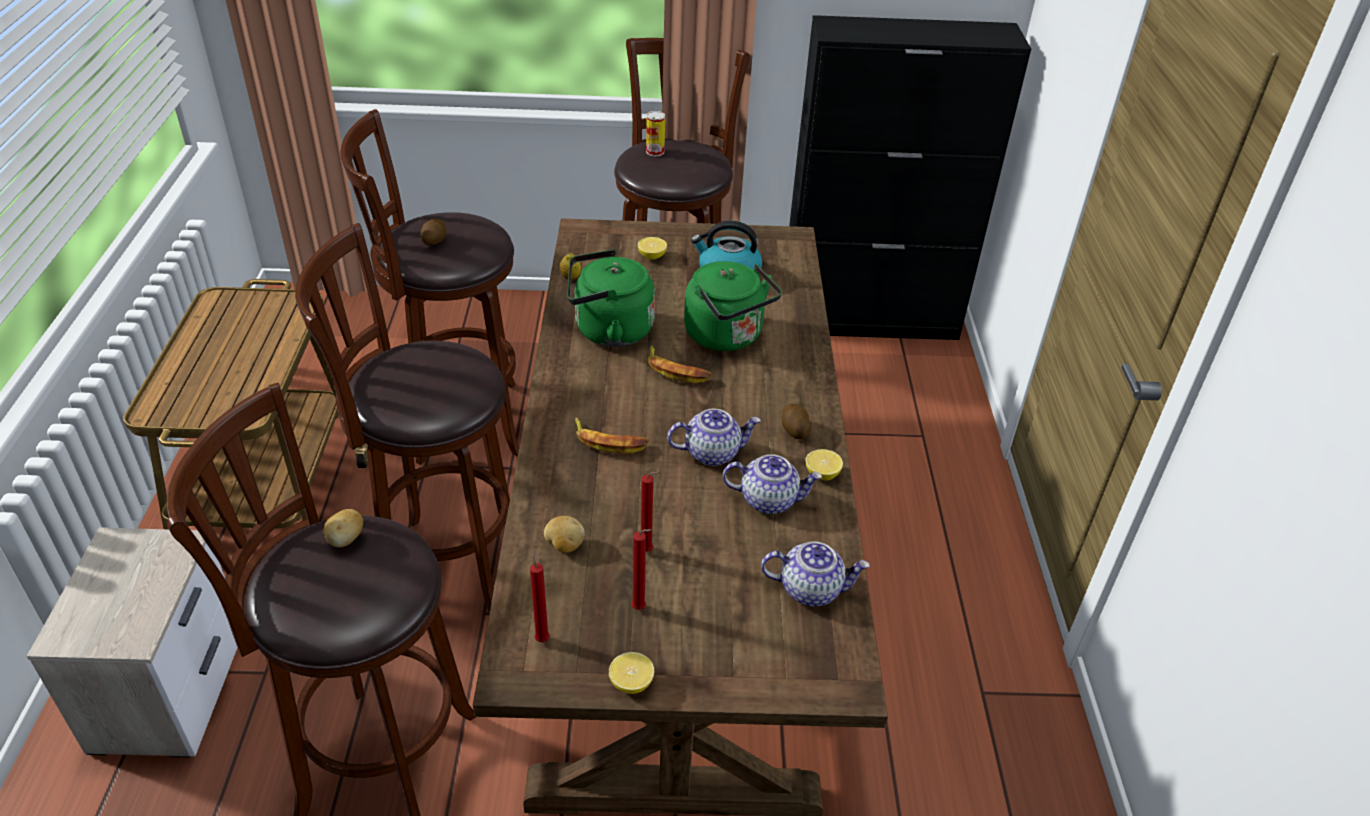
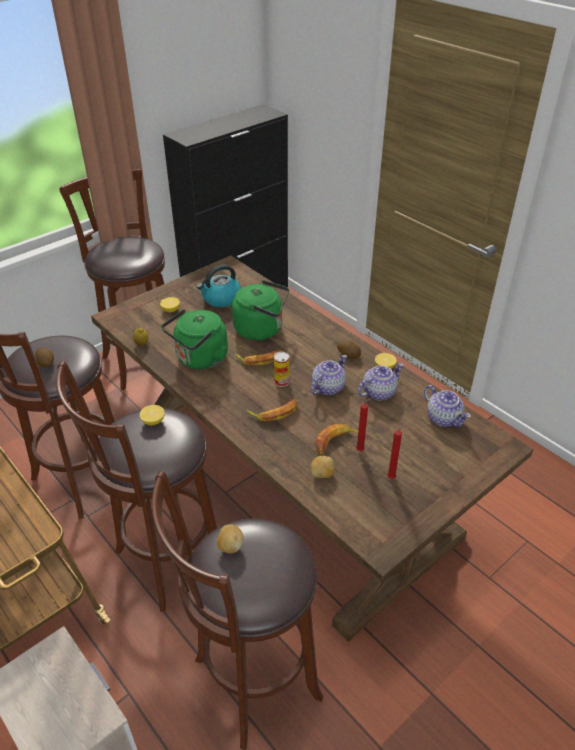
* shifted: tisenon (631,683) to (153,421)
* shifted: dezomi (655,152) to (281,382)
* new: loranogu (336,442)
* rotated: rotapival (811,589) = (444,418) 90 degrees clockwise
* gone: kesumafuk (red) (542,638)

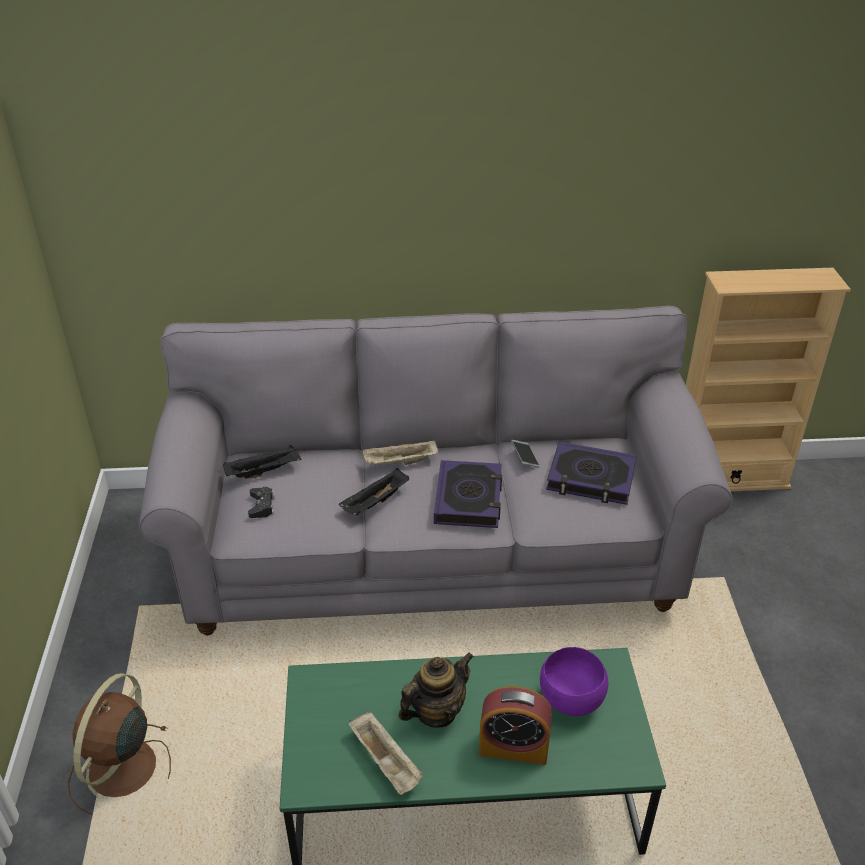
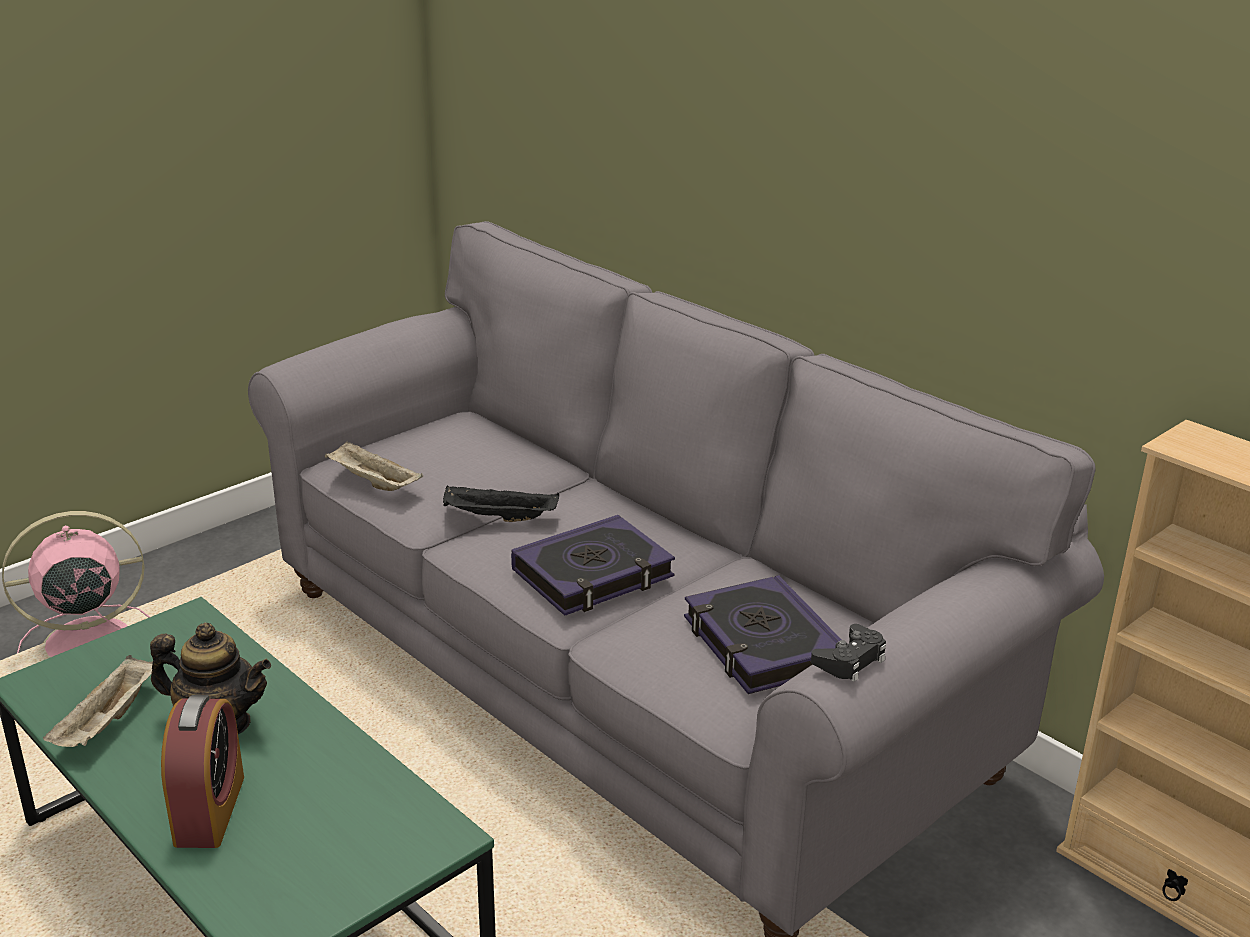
* repainted: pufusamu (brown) (121,771) to pufusamu (pink) (83,642)
* rotated: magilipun (513,747) = (209,810) 150 degrees counterclockwise
* shifted: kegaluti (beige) (400,463) to (372,482)
* shifted: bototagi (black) (261,506) to (850,660)
* gone: kegaluti (black) (264,471)
* gone: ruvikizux (525,457)
* gone: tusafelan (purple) (570,701)

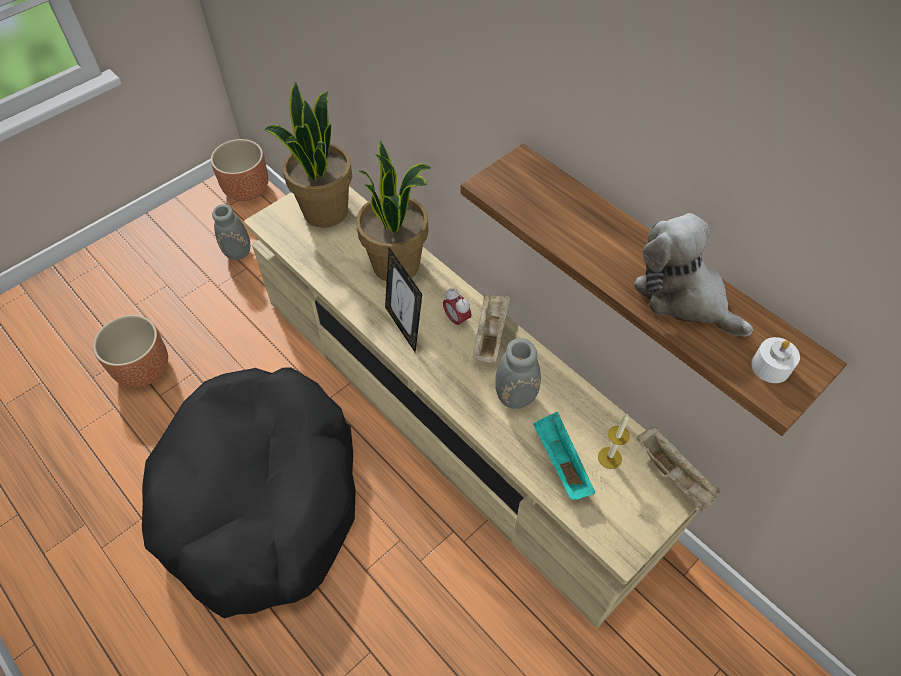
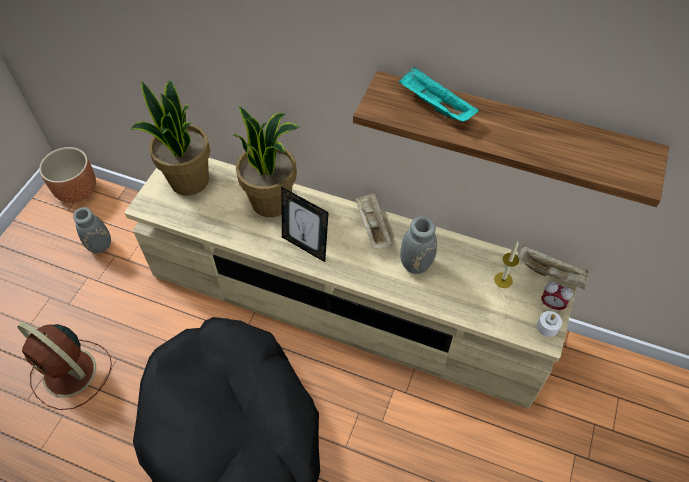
* swapped: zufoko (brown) (144,369) to pufusamu (brown) (71,373)
* shifted: kegaluti (turquoise) (560,462) to (434,106)
* shifted: kesumafuk (white) (770,367) to (547,327)
* shifted: magilipun (456,319) to (551,305)
* gone: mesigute (683,297)

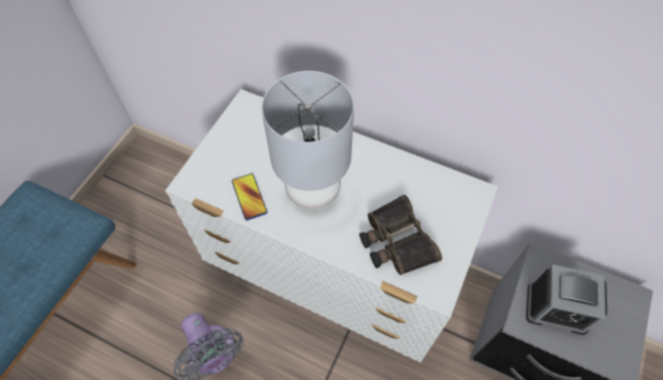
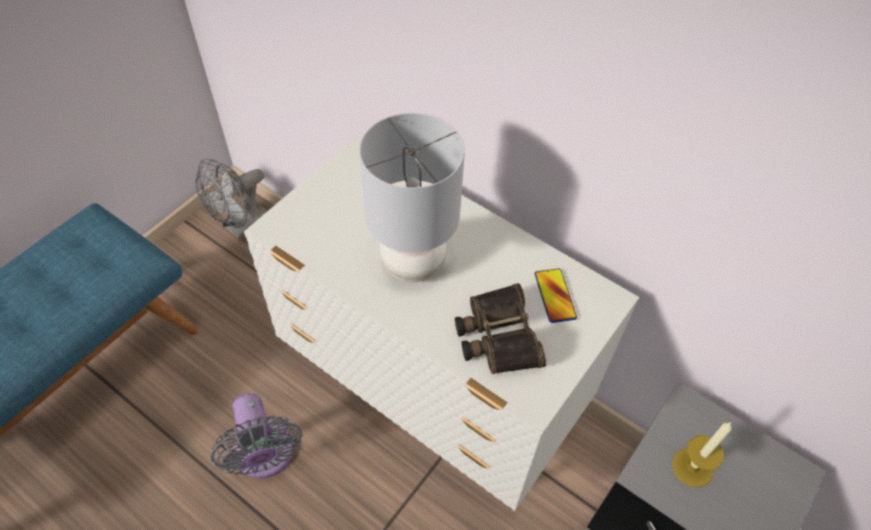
* new: pufusamu (grey) (241,226)
* shifted: ruvikizux (249,197) to (555,296)
* swapped: magilipun (556,308) to kesumafuk (692,467)

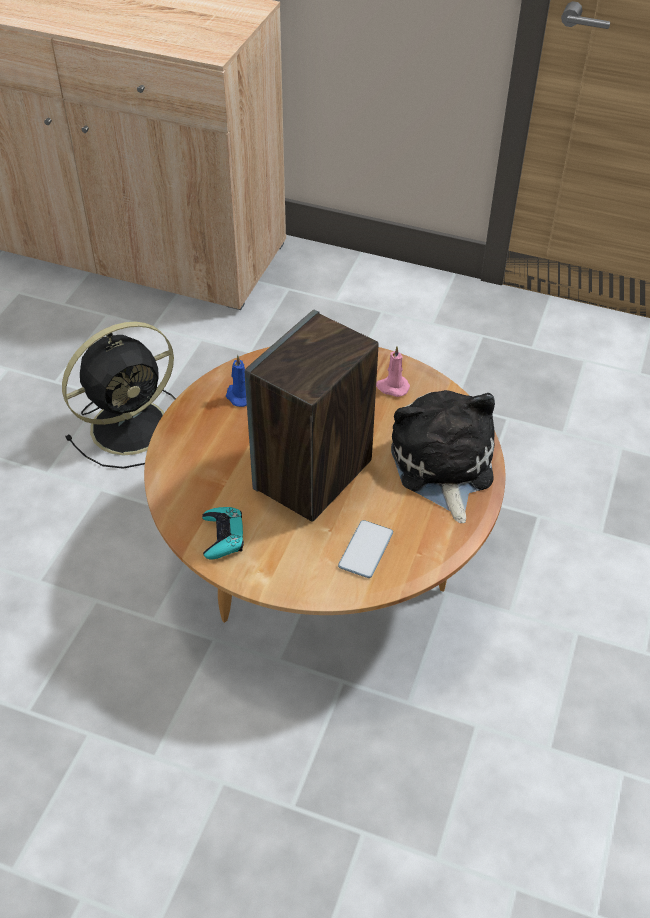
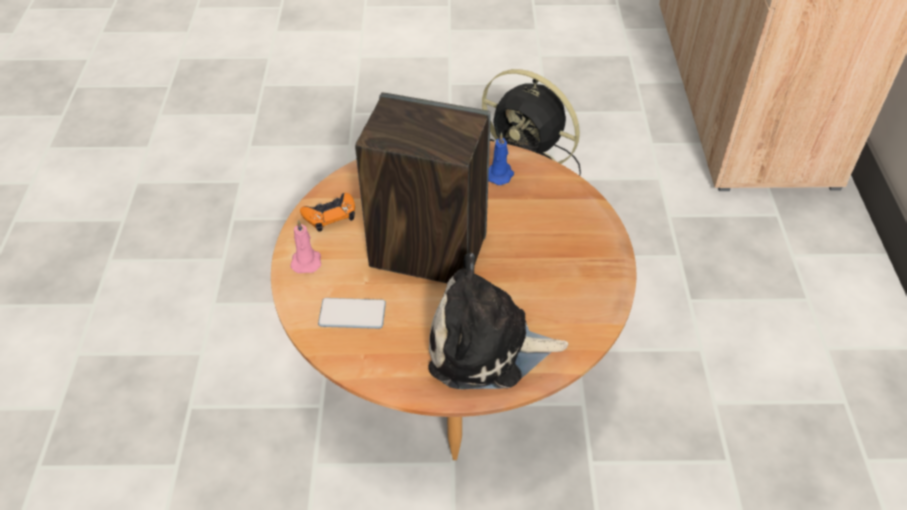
* shifted: kesumafuk (pink) (392,387) to (306,261)
* repainted: bototagi (turquoise) (223,536) to bototagi (orange) (330,215)
* rotated: mesigute (442,467) = (487,347) 150 degrees counterclockwise

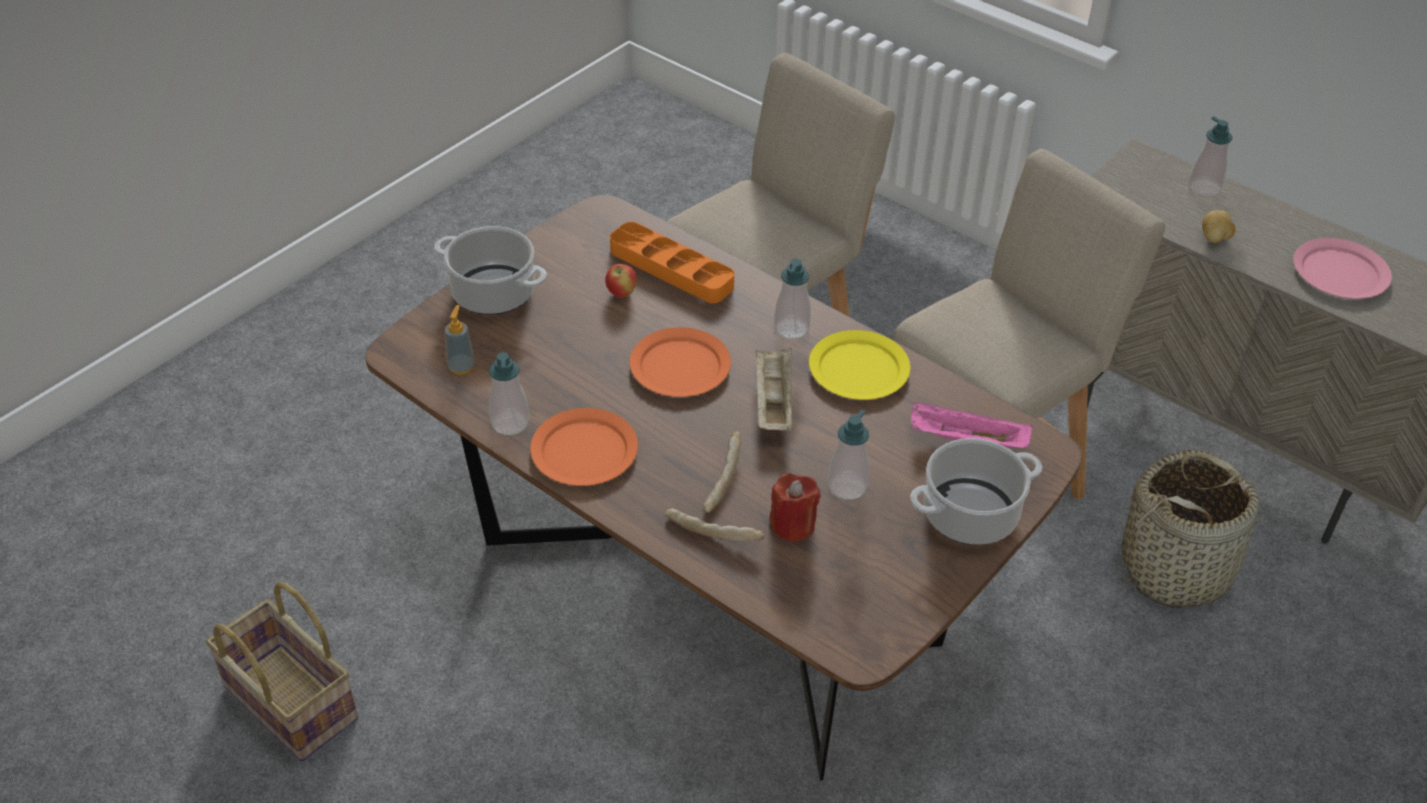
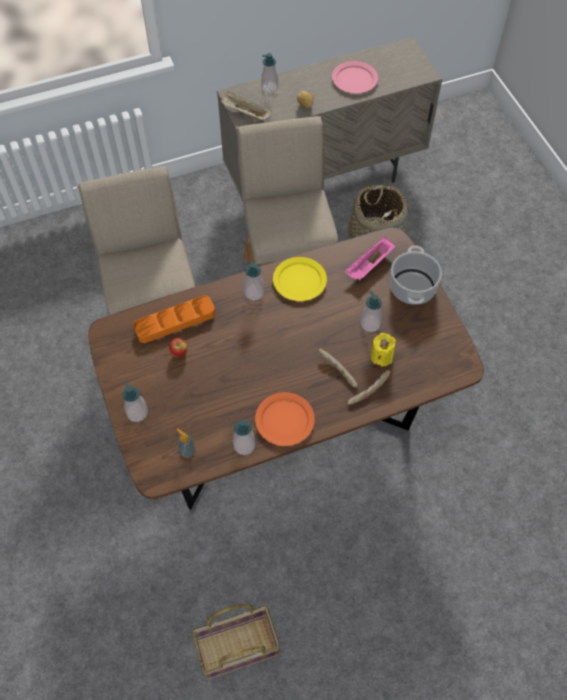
* swapped: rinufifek (492,293) to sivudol (137,413)
* shifted: kegaluti (beige) (773,402) to (245,113)
* repainted: kesumafuk (red) (792,525) to kesumafuk (yellow) (381,357)
* gone: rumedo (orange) (680,366)

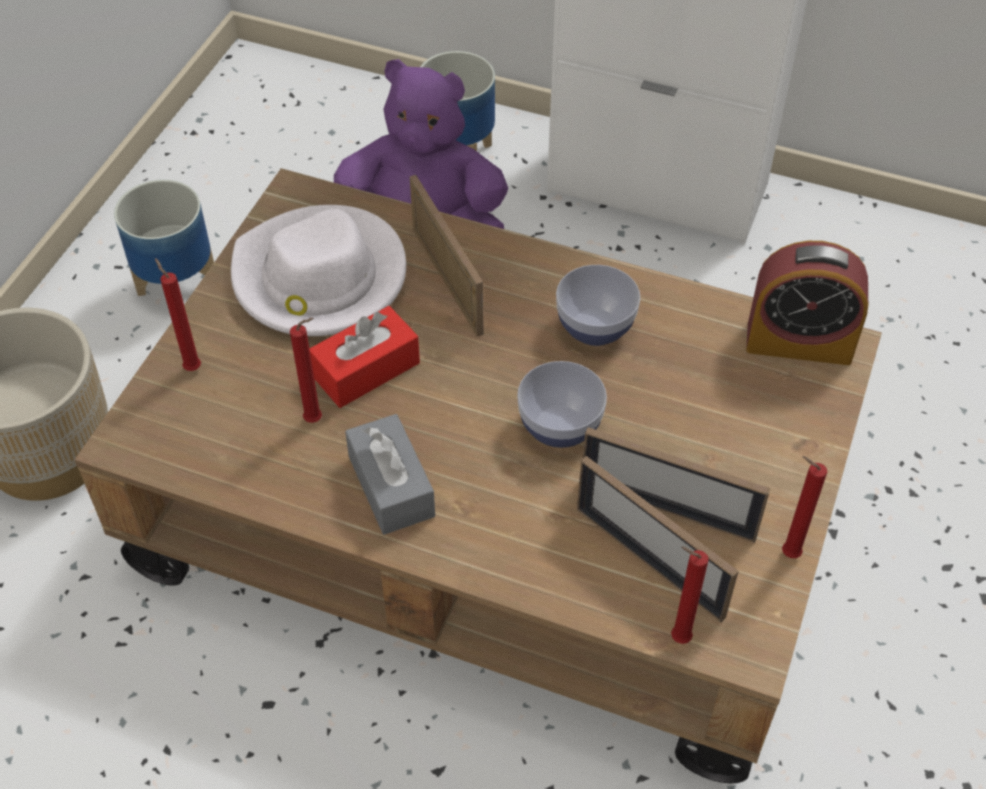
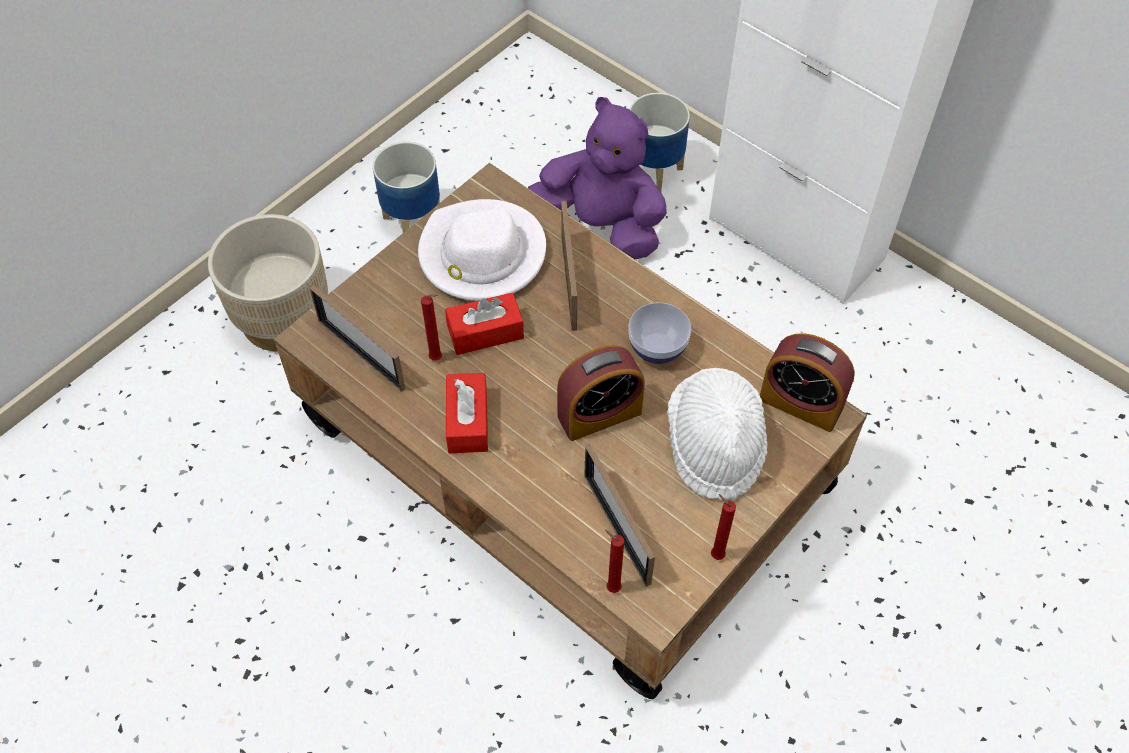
* shifted: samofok (667,509) to (361,354)
* repainted: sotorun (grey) (391,486) to sotorun (red) (467,421)
* swapped: tusafelan (560,427) to magilipun (599,414)
* new: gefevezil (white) (715,446)
* gone: kesumafuk (red) (191,367)

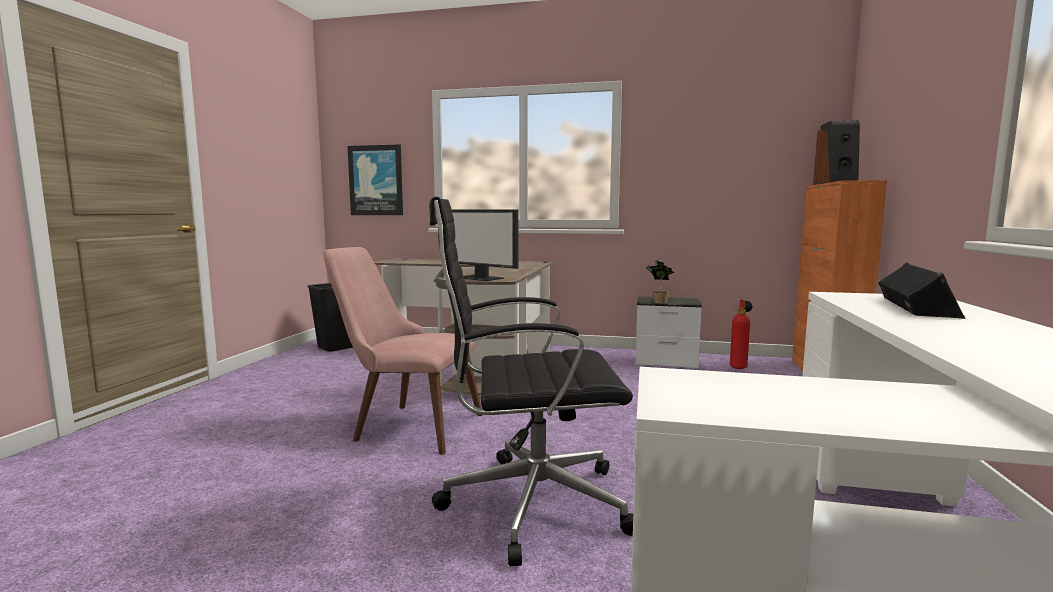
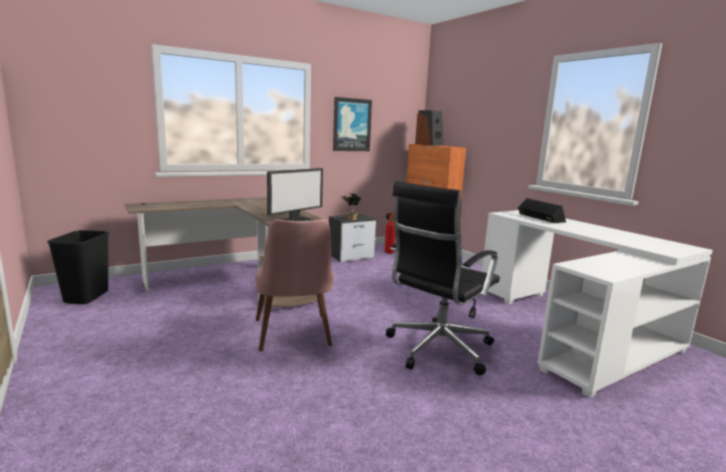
* rotated: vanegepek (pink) (405,425) = (294,337) 75 degrees counterclockwise
* rotated: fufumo (480,278) = (296,220) 45 degrees counterclockwise
* shifted: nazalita (376,180) to (351,125)

